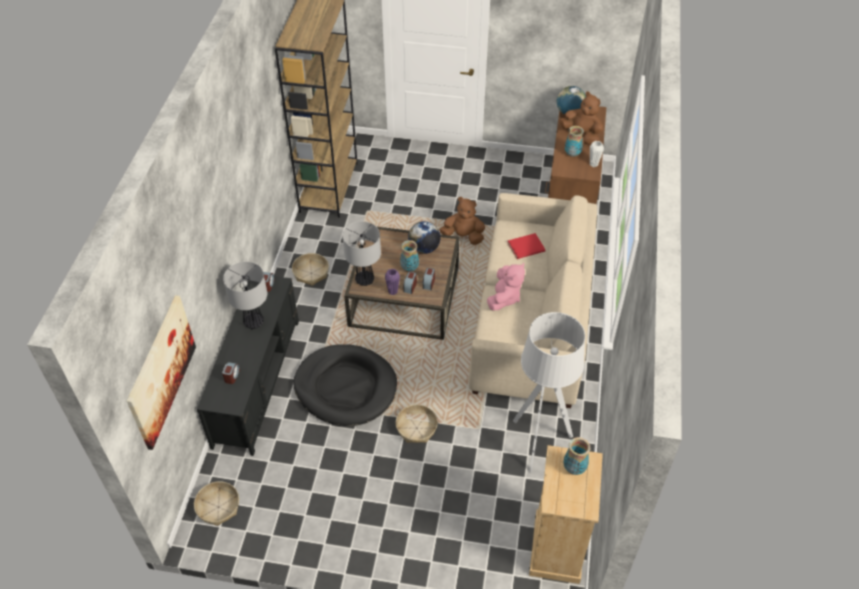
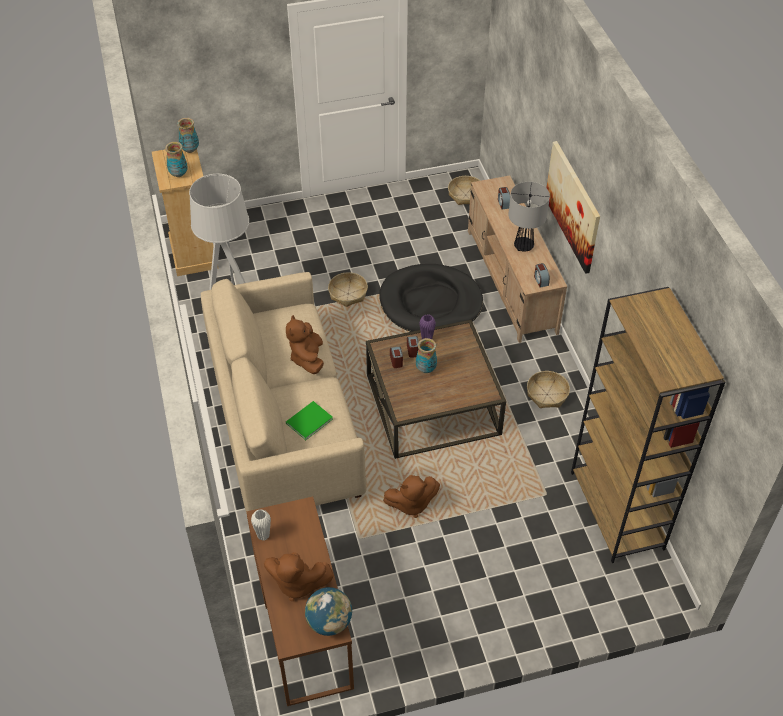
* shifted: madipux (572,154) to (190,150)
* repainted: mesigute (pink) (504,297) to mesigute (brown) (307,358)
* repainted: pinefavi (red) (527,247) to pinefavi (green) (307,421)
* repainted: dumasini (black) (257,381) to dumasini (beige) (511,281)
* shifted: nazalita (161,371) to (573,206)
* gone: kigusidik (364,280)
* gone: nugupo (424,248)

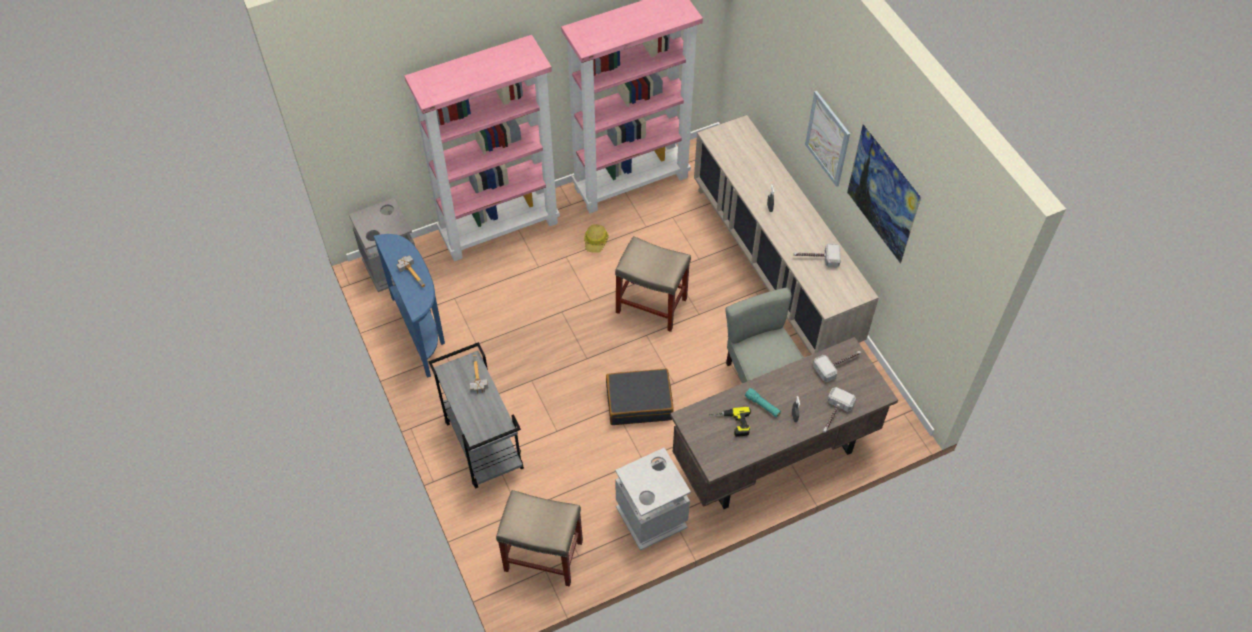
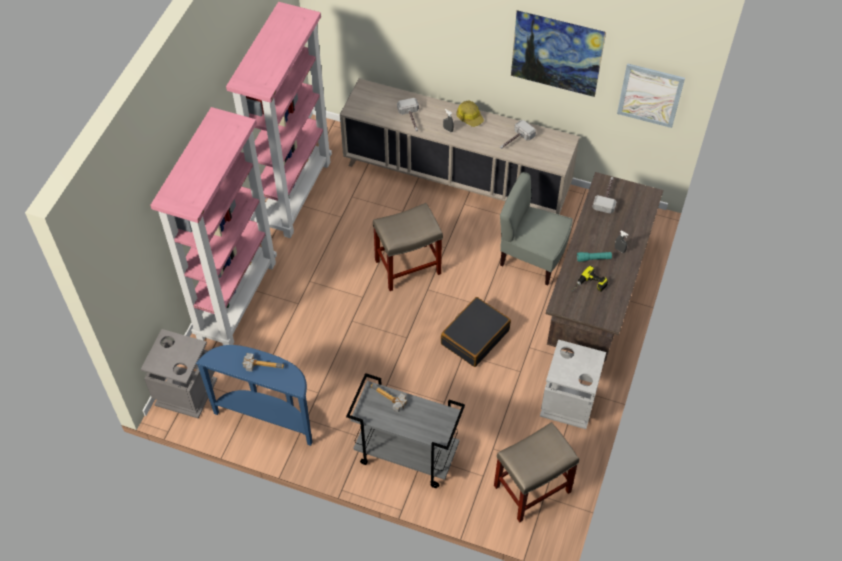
* shifted: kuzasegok (833,415) to (411,119)
* shifted: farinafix (596,241) to (469,117)
* shifted: nazalita (827,138) to (650,95)

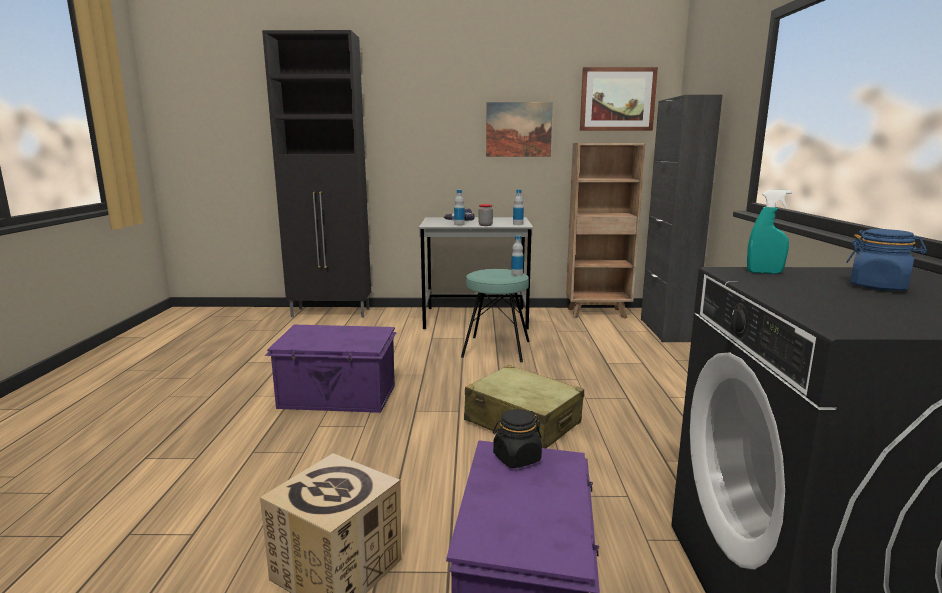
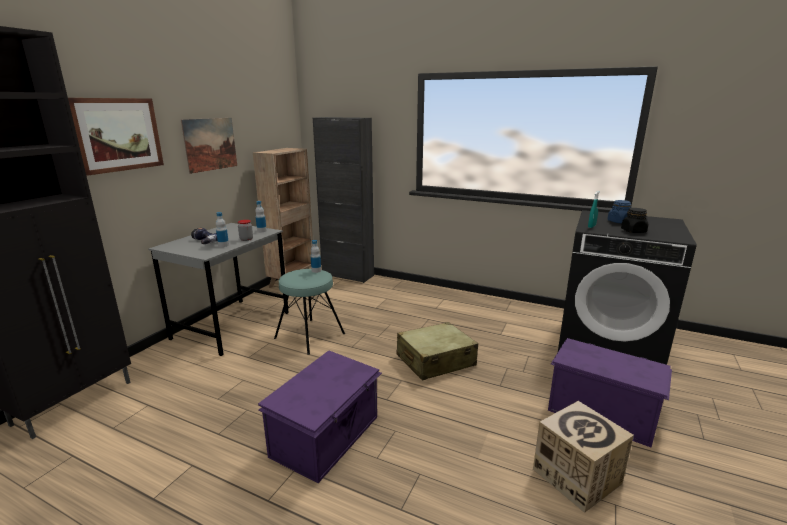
* shifted: nazalita (617,99) to (117,134)
* shifted: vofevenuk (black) (516,458) to (633,231)

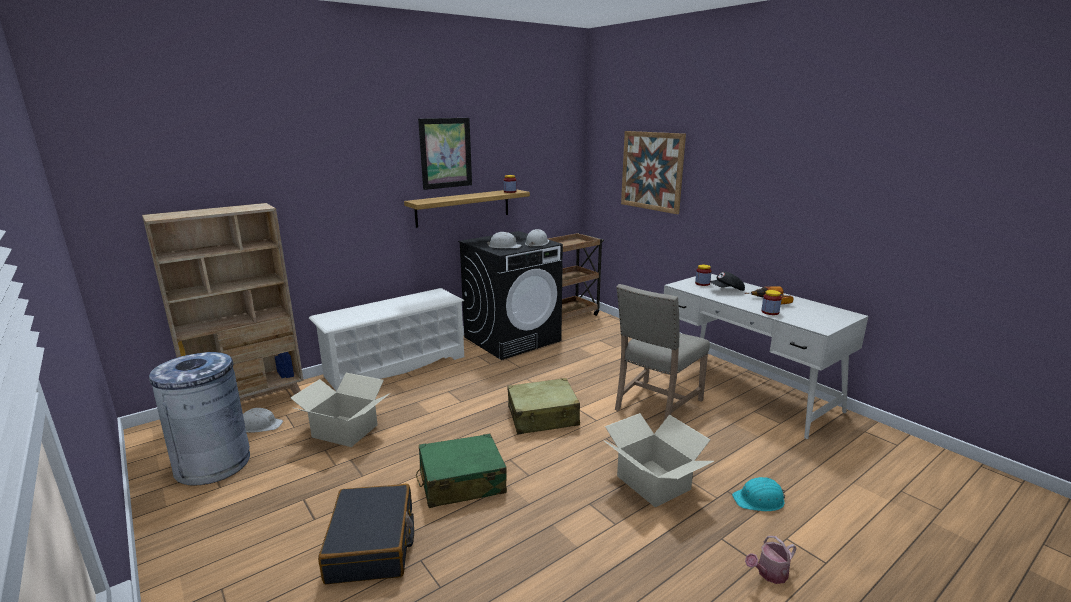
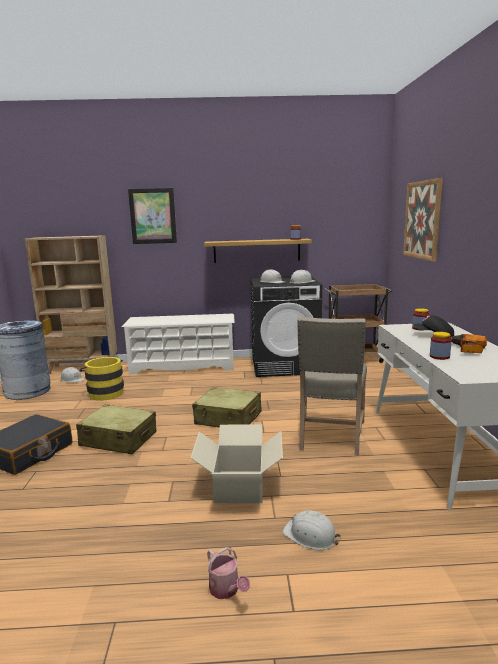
* repainted: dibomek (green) (461,482) to dibomek (beige) (118,439)
* swapped: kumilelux (345,430) to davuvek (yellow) (105,393)
* shifted: nazalita (445,153) to (153,216)
* rotated: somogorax (769,574) = (226,590) 135 degrees counterclockwise
* repainted: farinafix (turquoise) (759,500) to farinafix (white) (310,535)
* rotated: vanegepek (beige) (655,405) = (330,436) 60 degrees counterclockwise

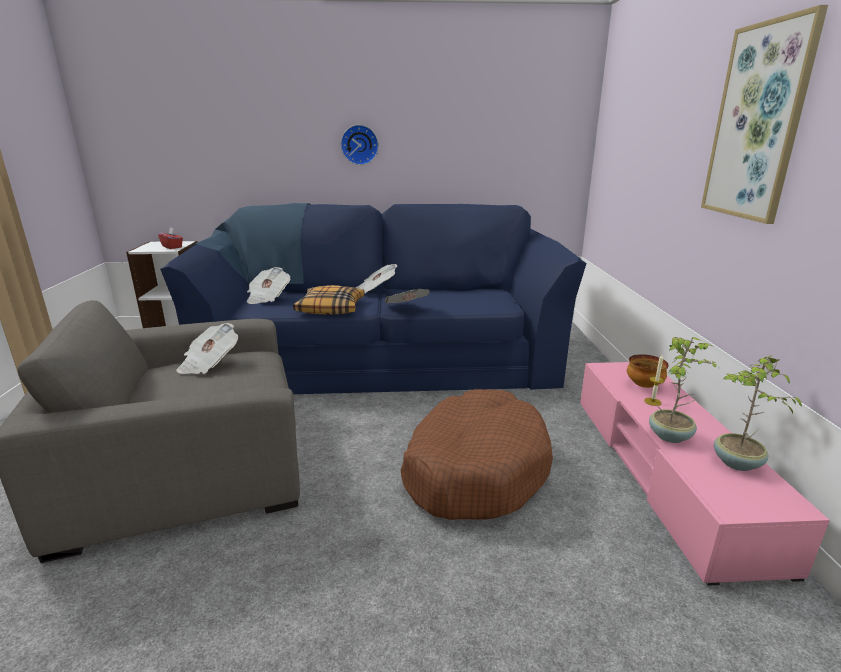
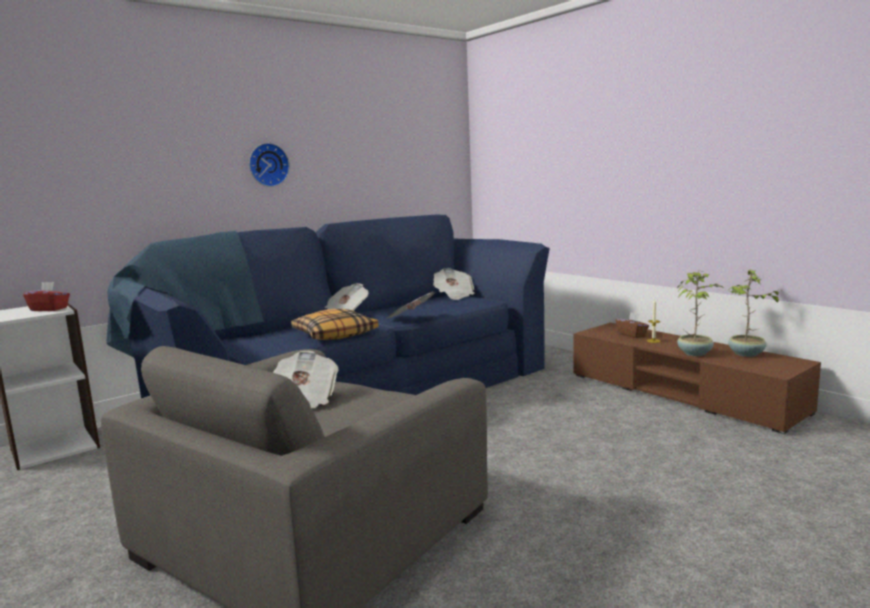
* shifted: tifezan (267,298) to (454,295)
* repainted: dumasini (pink) (665,473) to dumasini (brown) (682,393)
* swapped: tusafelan (643,385) to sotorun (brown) (632,335)
* gone: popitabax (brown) (474,469)
* gone: nazalita (758,123)

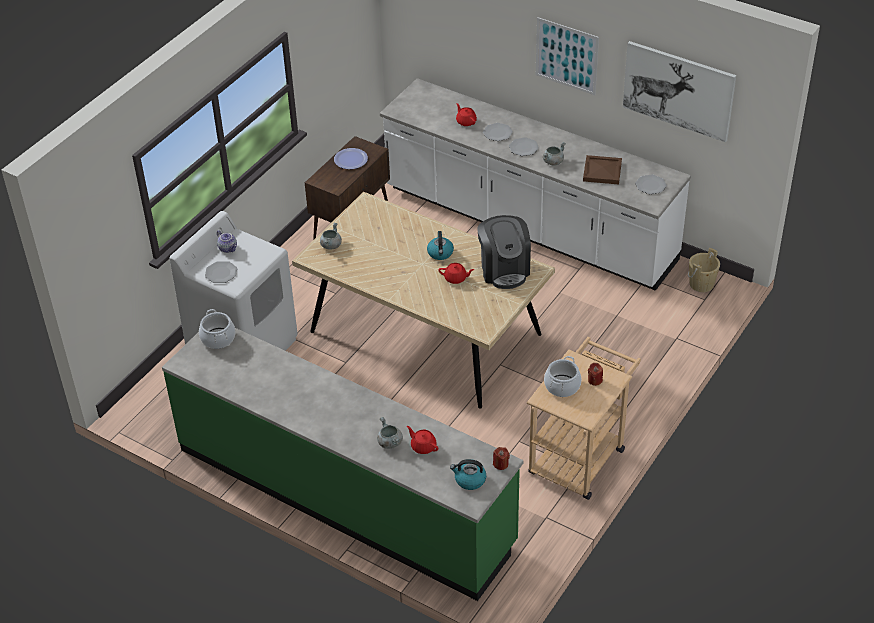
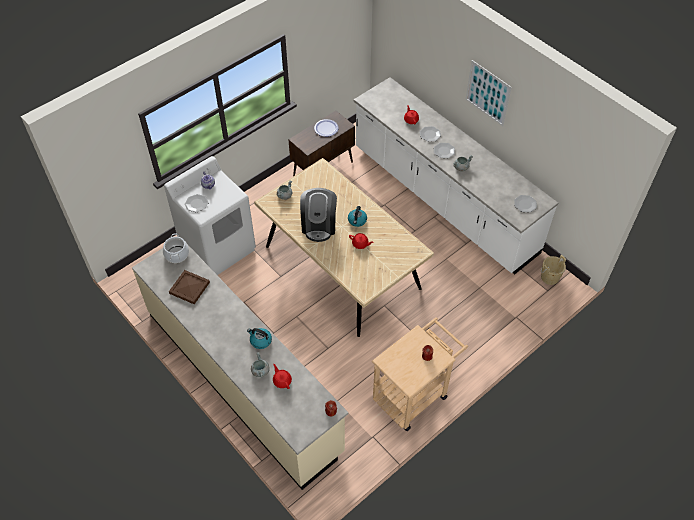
* repainted: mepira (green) (345,495) to mepira (beige) (243,380)
* shifted: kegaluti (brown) (601,172) to (189,288)
* shifted: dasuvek (469,480) to (260,341)
* shifted: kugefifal (504,269) to (319,225)
* gone: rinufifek (562,386)
* gone: nazalita (678,90)

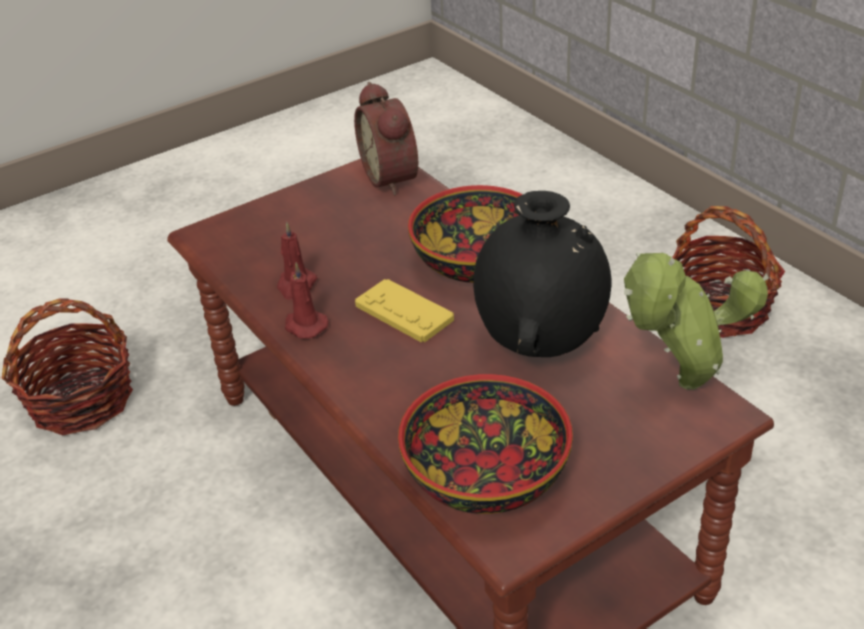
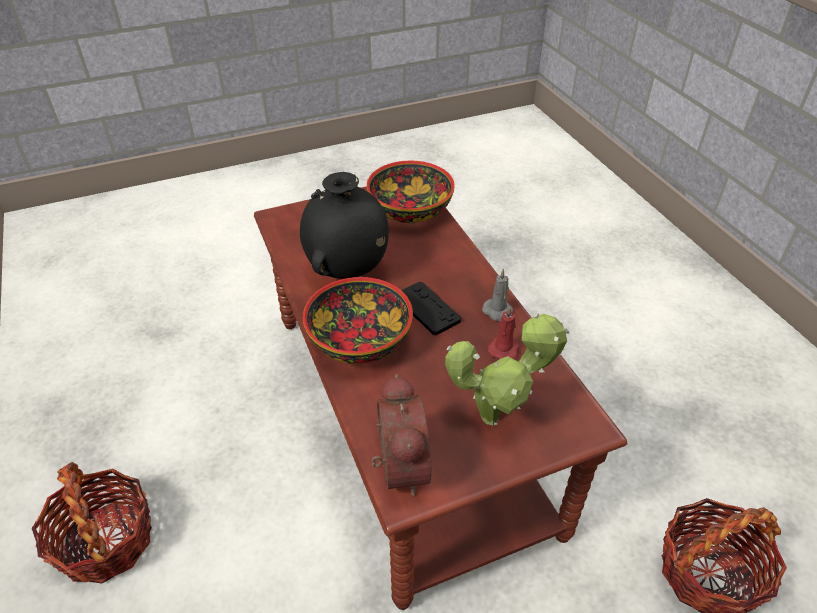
* repainted: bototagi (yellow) (404,312) to bototagi (black) (427,309)
* shifted: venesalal (681,386) to (497,417)
* repainted: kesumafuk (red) (304,325) to kesumafuk (grey) (499,312)

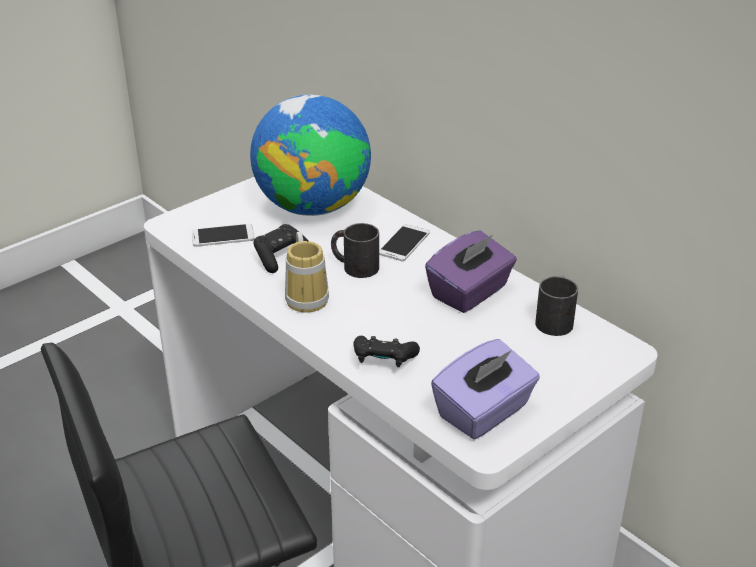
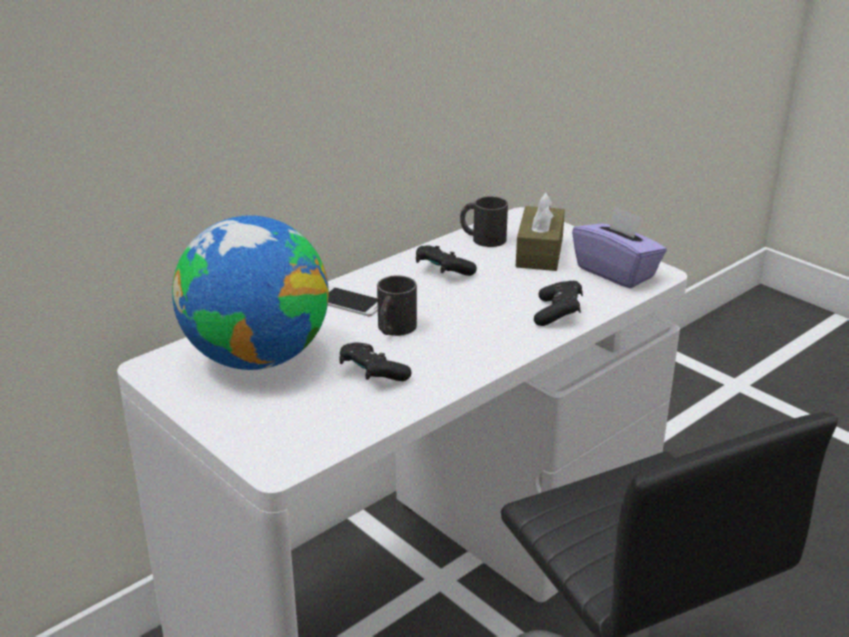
* swapped: sotorun (purple) (470,292) to bototagi (black) (443,272)
* new: sotorun (brown) (539,252)
* gone: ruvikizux (223,236)
* gone: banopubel (308,297)

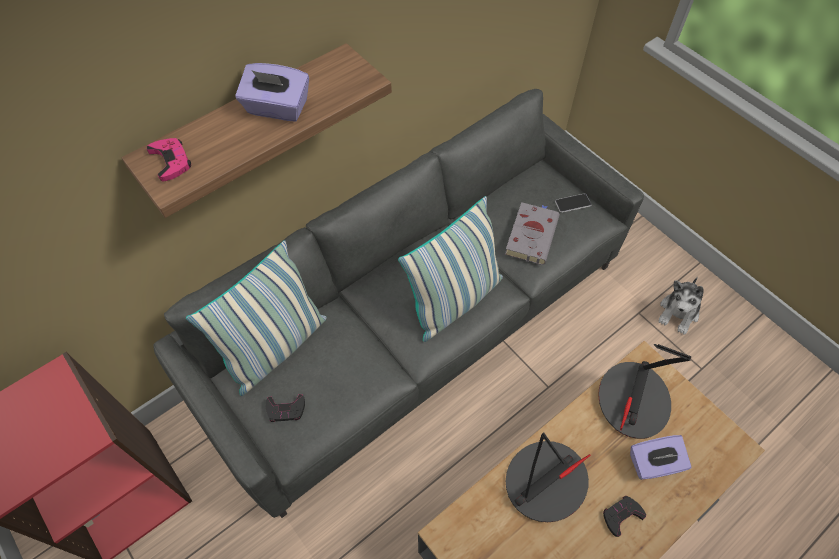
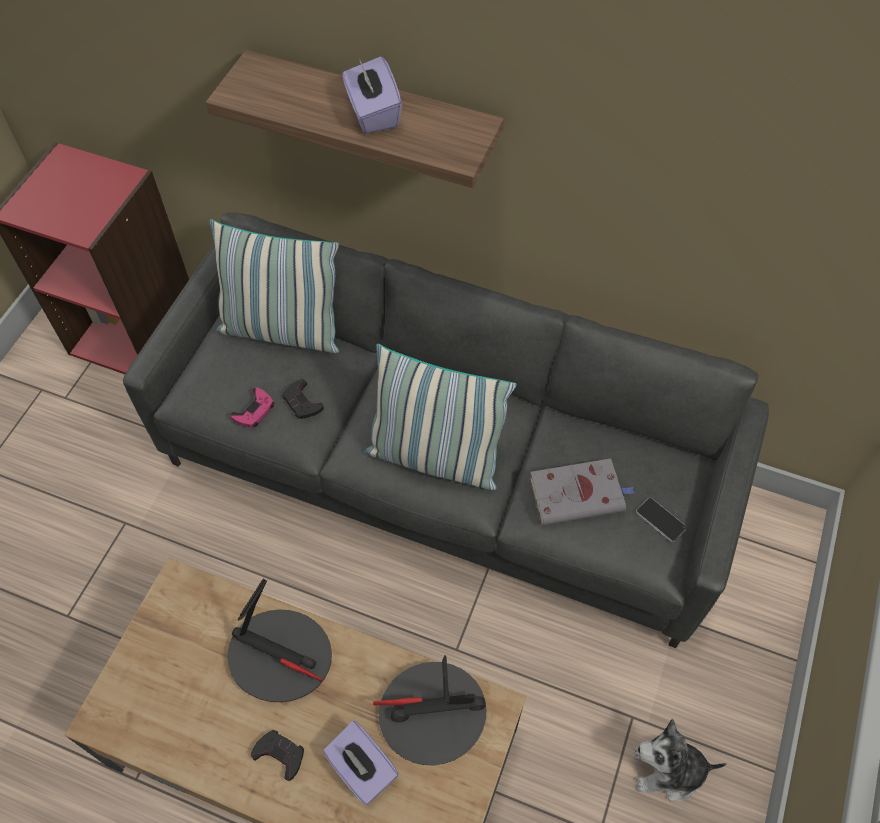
* shifted: bototagi (pink) (171,161) to (254,411)
* shifted: bototagi (black) (286,409) to (302,402)

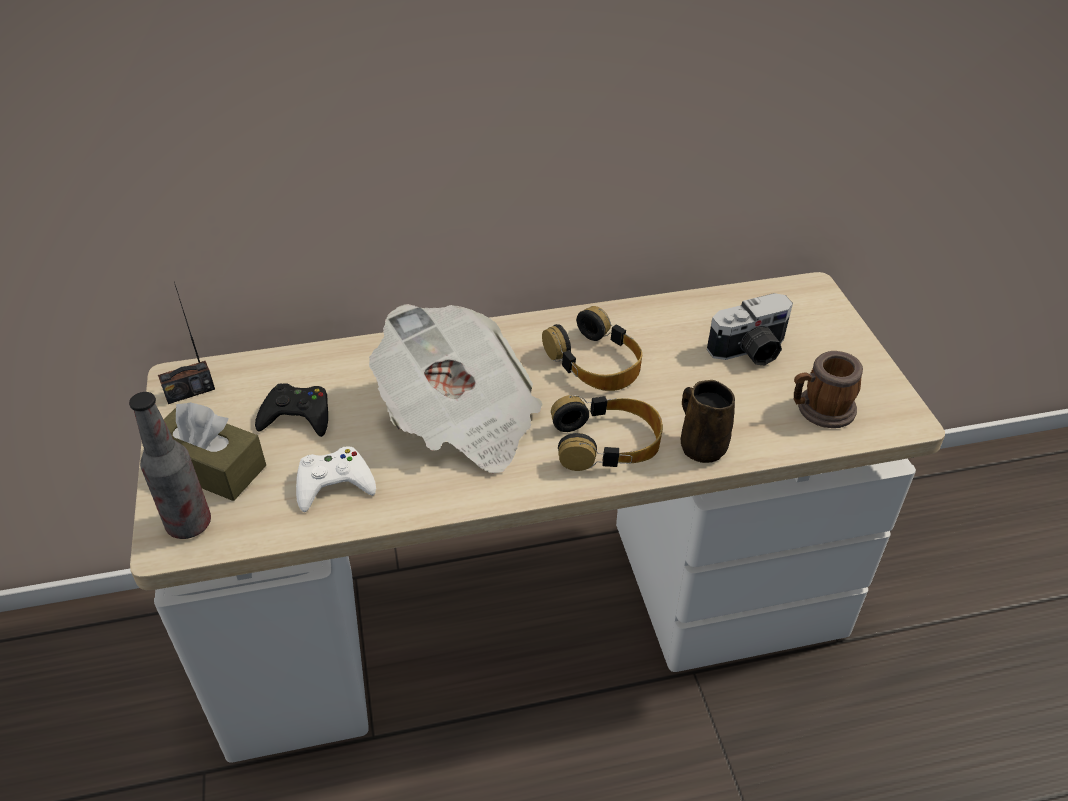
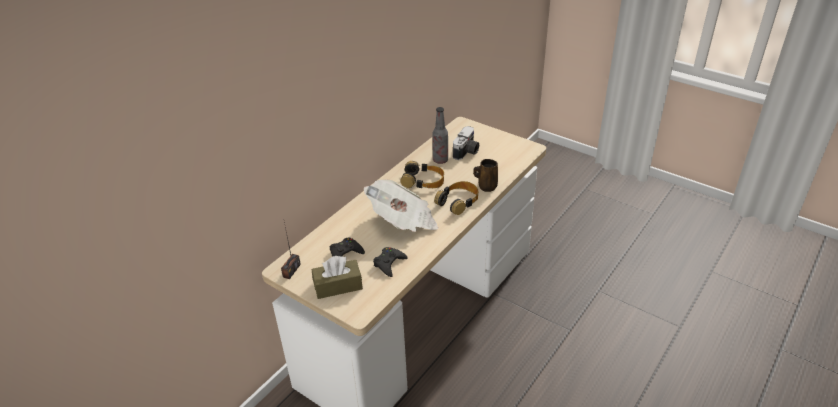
* repainted: bototagi (white) (334,484) to bototagi (black) (389,264)
* shifted: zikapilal (189,524) to (440,160)
* gone: banopubel (820,410)

